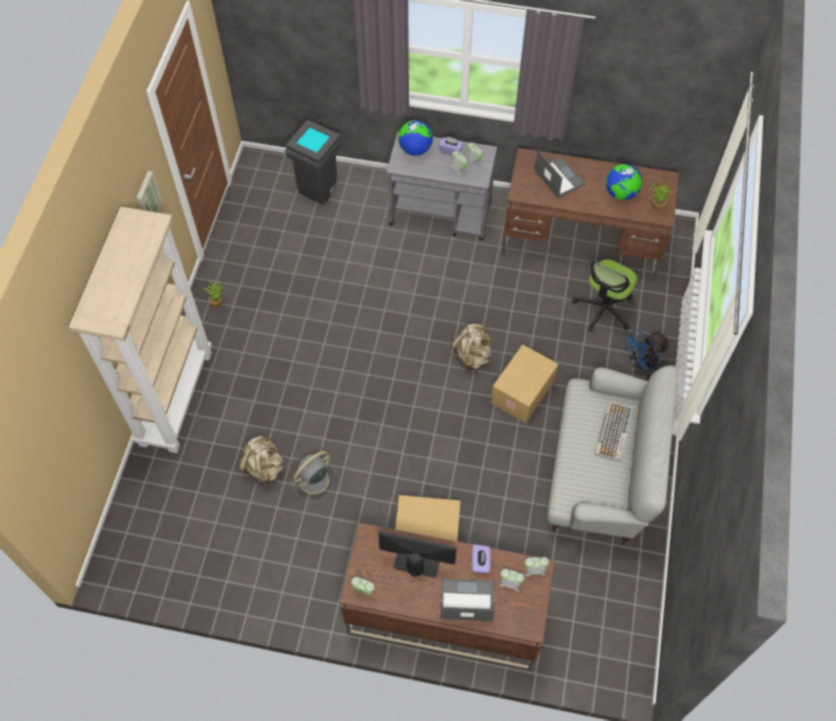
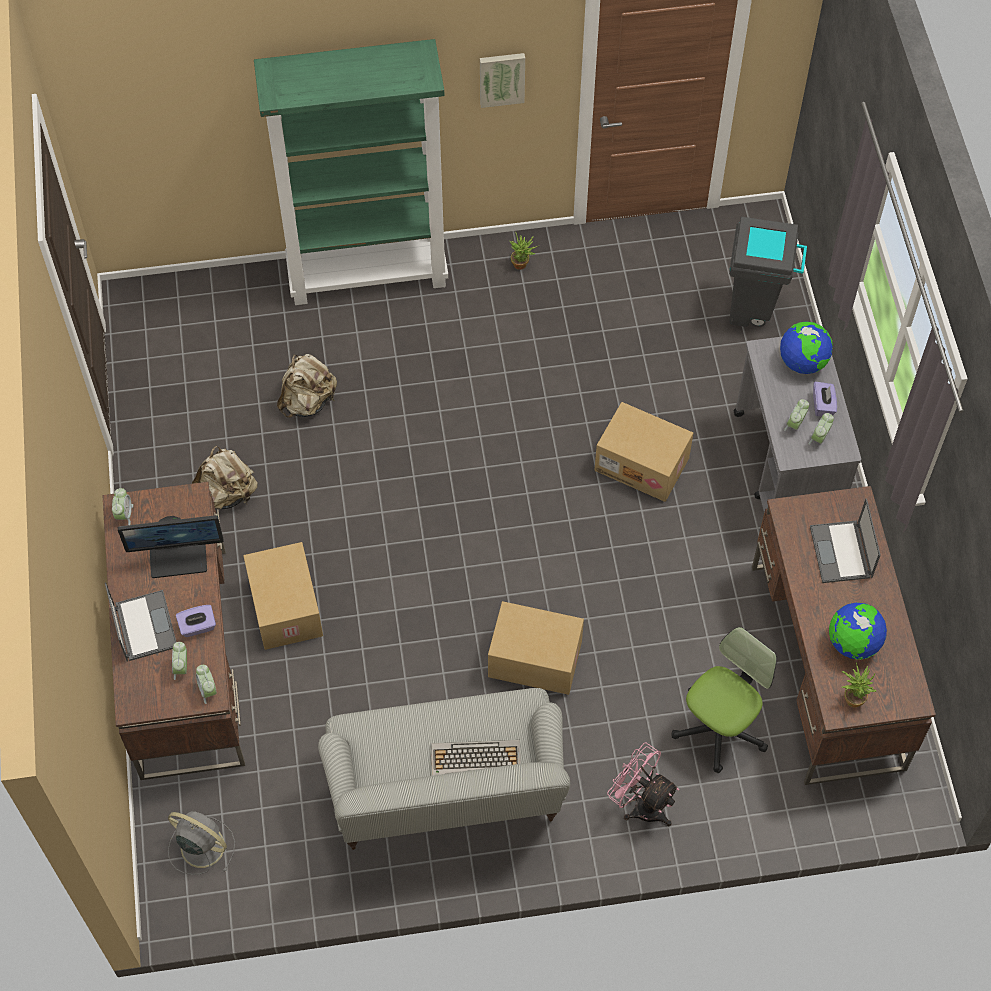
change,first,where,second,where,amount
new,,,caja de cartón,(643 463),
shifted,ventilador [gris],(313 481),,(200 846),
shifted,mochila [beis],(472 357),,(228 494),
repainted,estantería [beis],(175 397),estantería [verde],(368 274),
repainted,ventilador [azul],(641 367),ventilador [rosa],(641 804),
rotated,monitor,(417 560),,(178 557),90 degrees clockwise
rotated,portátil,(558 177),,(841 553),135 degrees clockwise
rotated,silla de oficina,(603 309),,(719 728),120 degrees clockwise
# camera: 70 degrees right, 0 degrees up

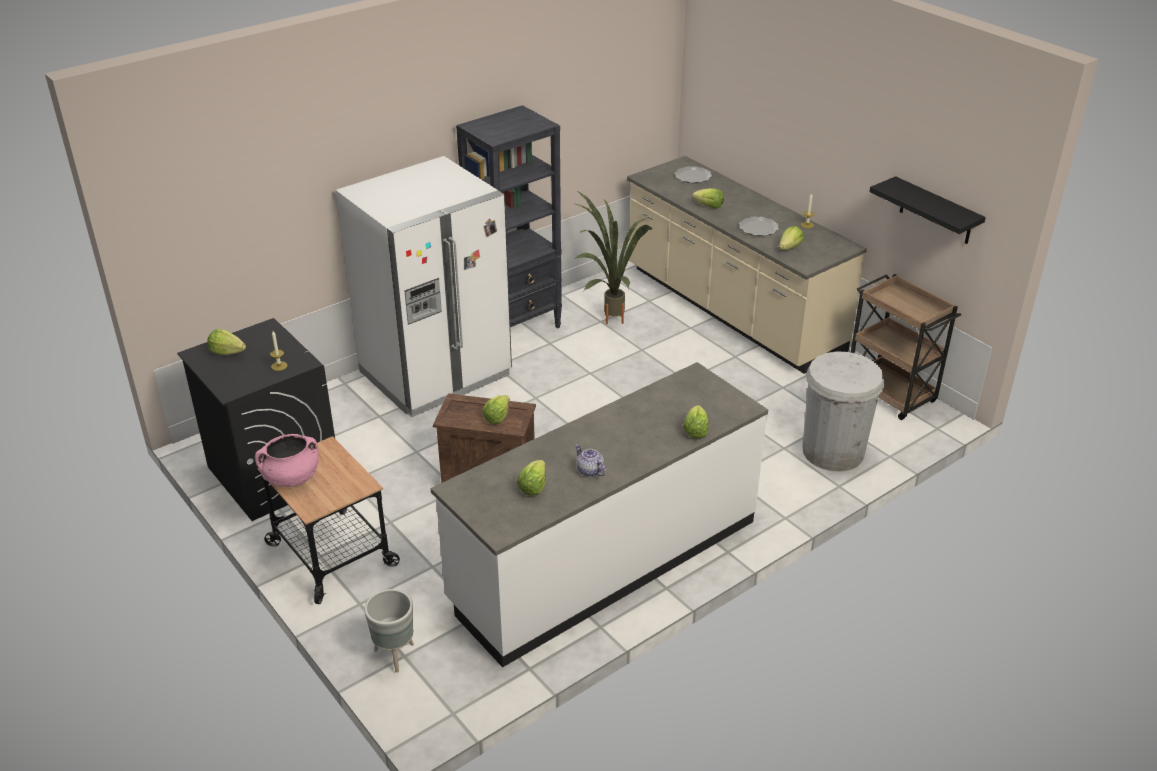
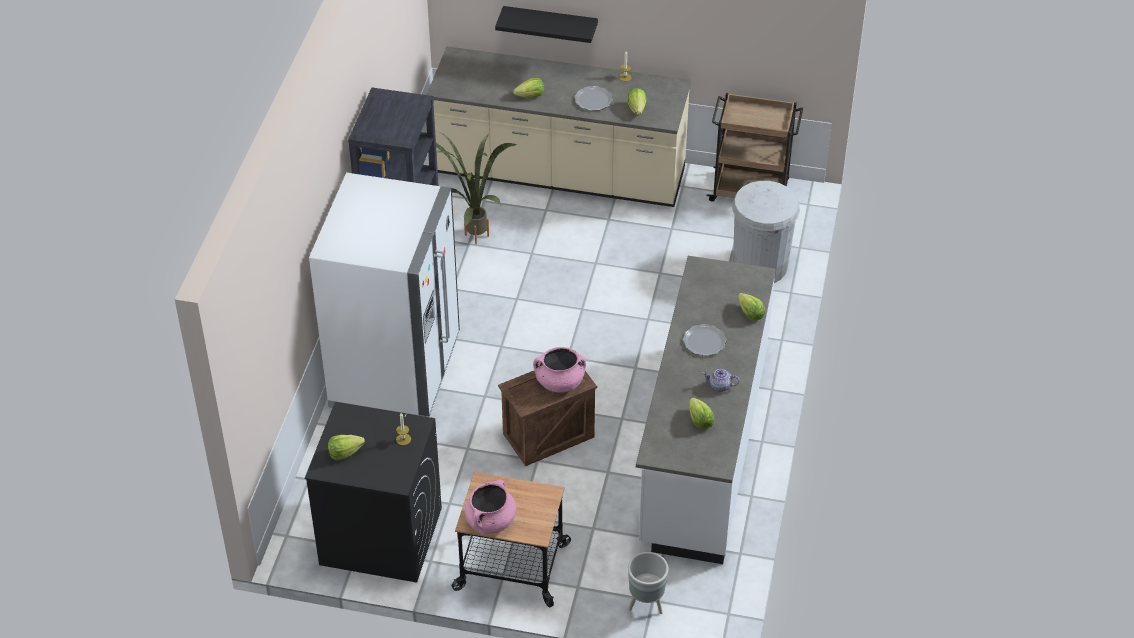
change,first,where,second,where,amount
shifted,plato,(693 177),,(704 342),
shifted,estante [negro],(936 211),,(550 24),
swapped,lechuga,(497 417),olla [rosa],(560 382),
# camera: 40 degrees left, 10 degrees up

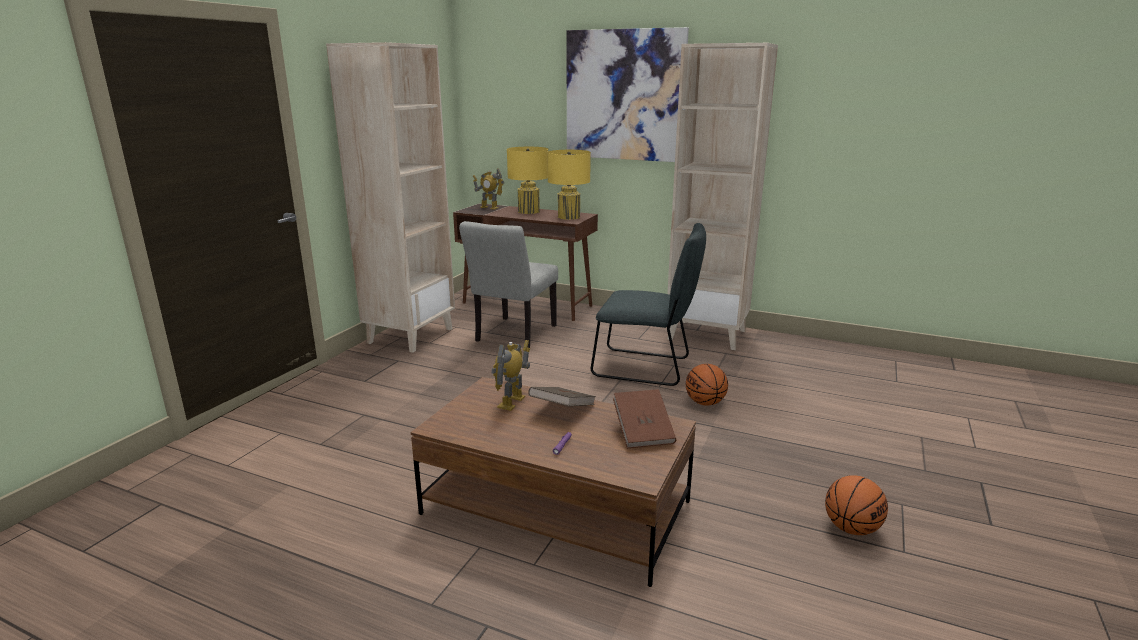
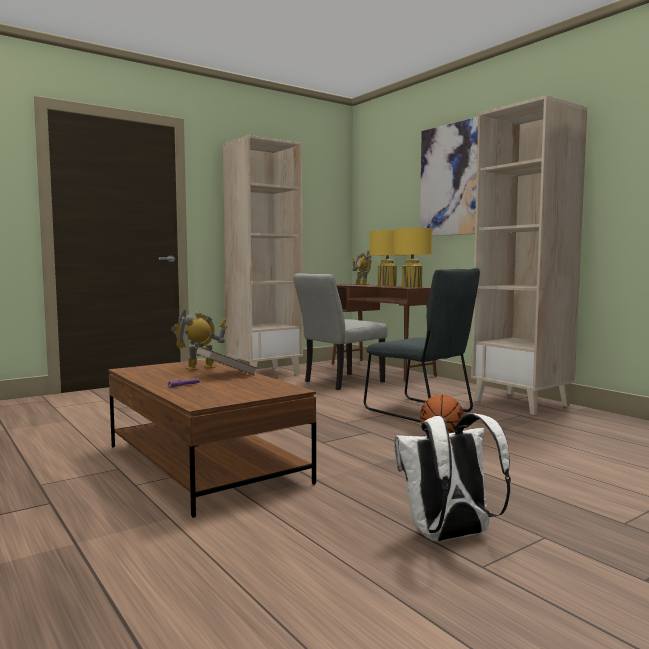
change,first,where,second,where,amount
gone,libro [marrón],(643 432),,,
swapped,balón de baloncesto,(851 528),mochila [blanco],(449 537),
# camera: 30 degrees right, 15 degrees down

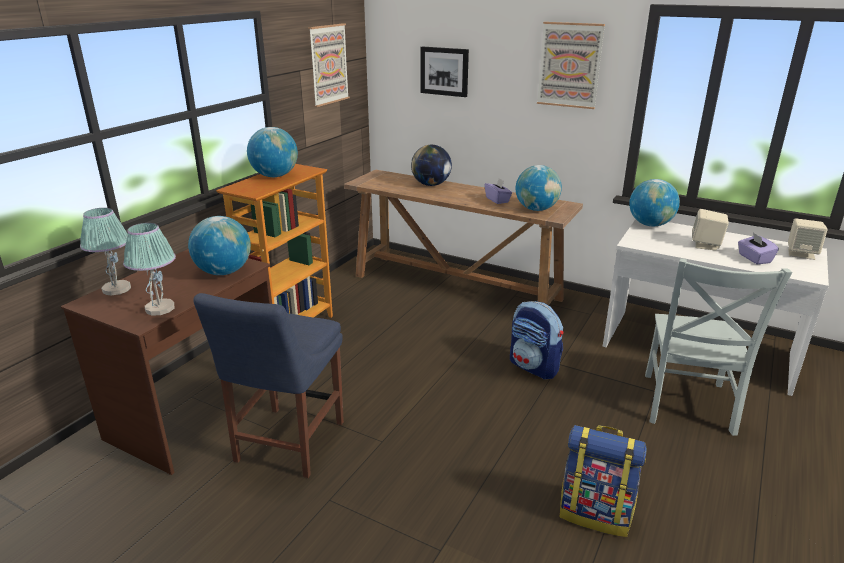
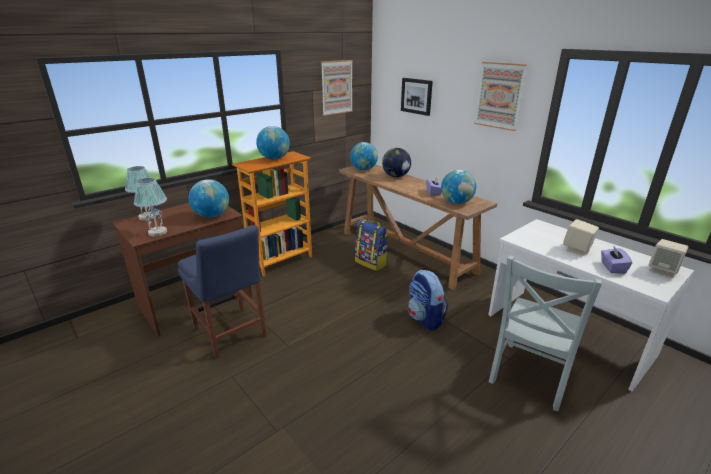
change,first,where,second,where,amount
shifted,mochila,(596 513),,(371 263),
shifted,globo terráqueo,(650 224),,(364 169),
rotated,silla [azul],(286 445),,(231 334),75 degrees counterclockwise
# camera: 20 degrees right, 0 degrees up

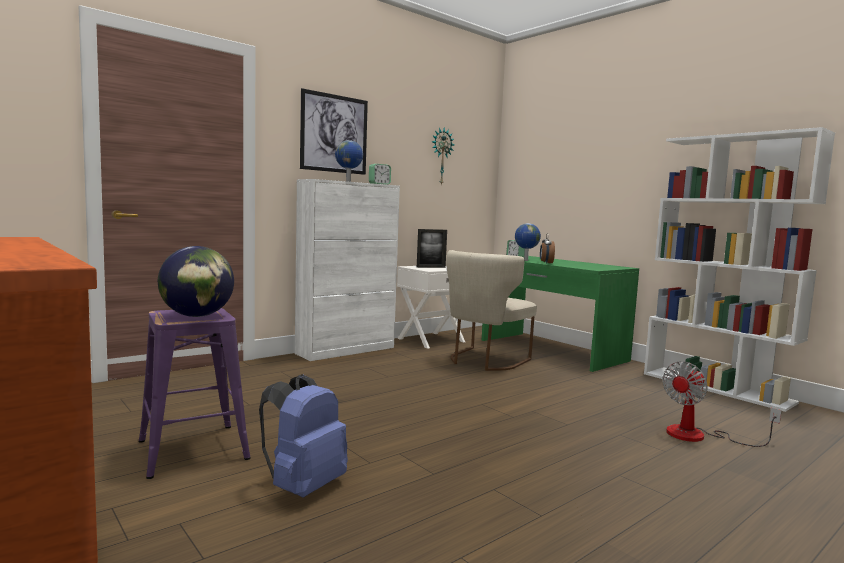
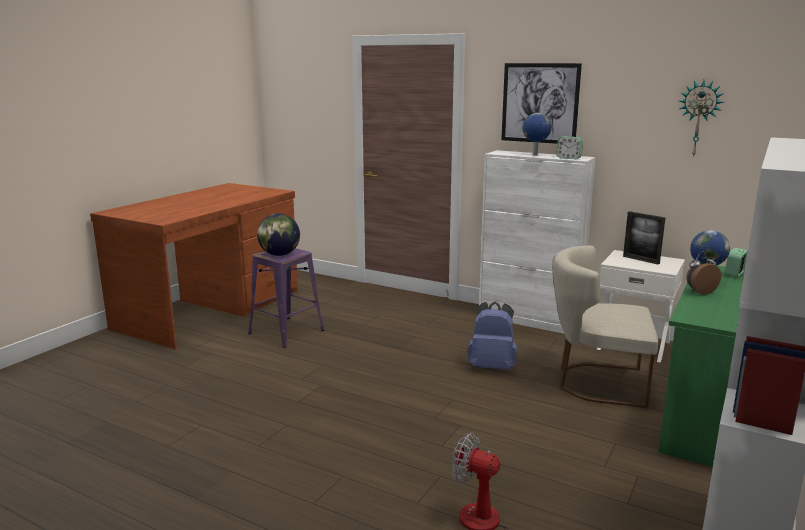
change,first,where,second,where,amount
shifted,mochila [azul],(303 487),,(492 367),
# camera: 70 degrees right, 10 degrees up

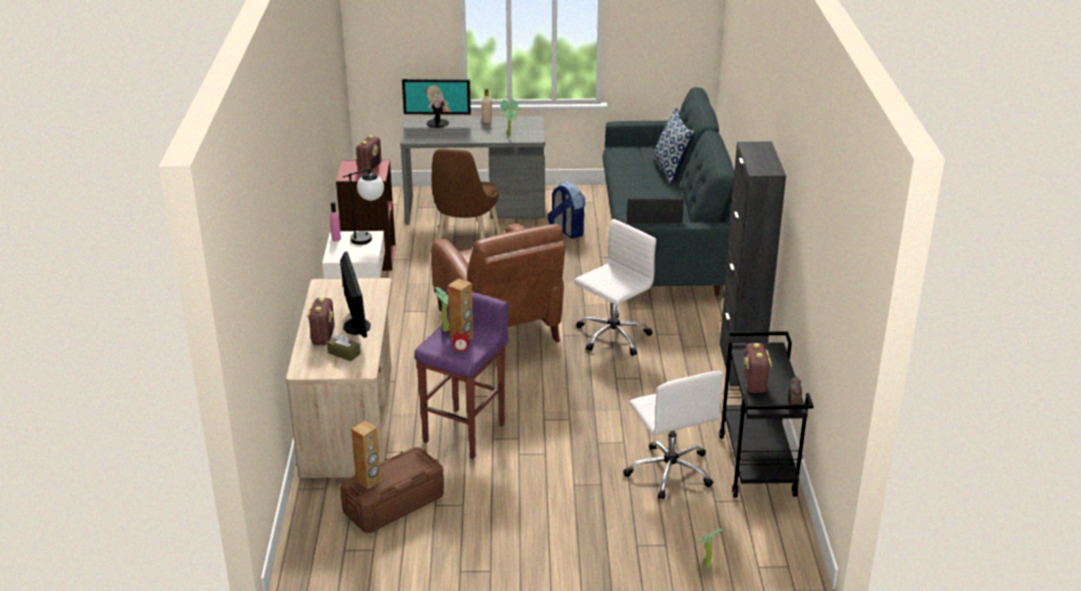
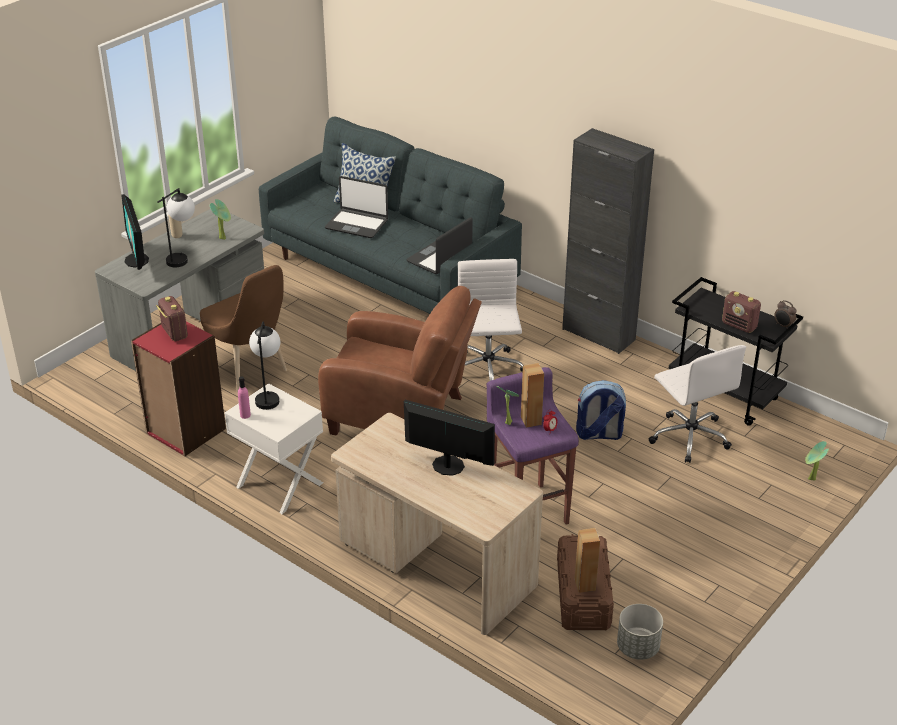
change,first,where,second,where,amount
gone,radio,(323 336),,,
gone,caja de pañuelos [marrón],(344 353),,,
new,,,lámpara de mesa,(182 257),
new,,,portátil,(357 224),
new,,,maceta [gris],(638 648),
shifted,mochila,(566 231),,(599 434),
rotated,monitor,(438 123),,(137 260),120 degrees clockwise
rotated,silla de oficina [blanco],(669 471),,(689 436),45 degrees clockwise
# camera: 50 degrees left, 5 degrees up

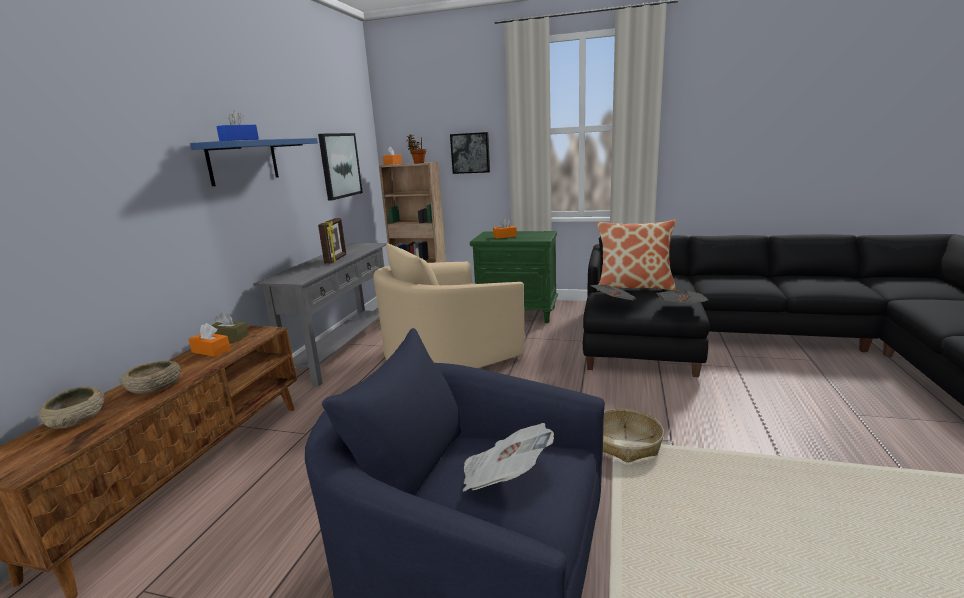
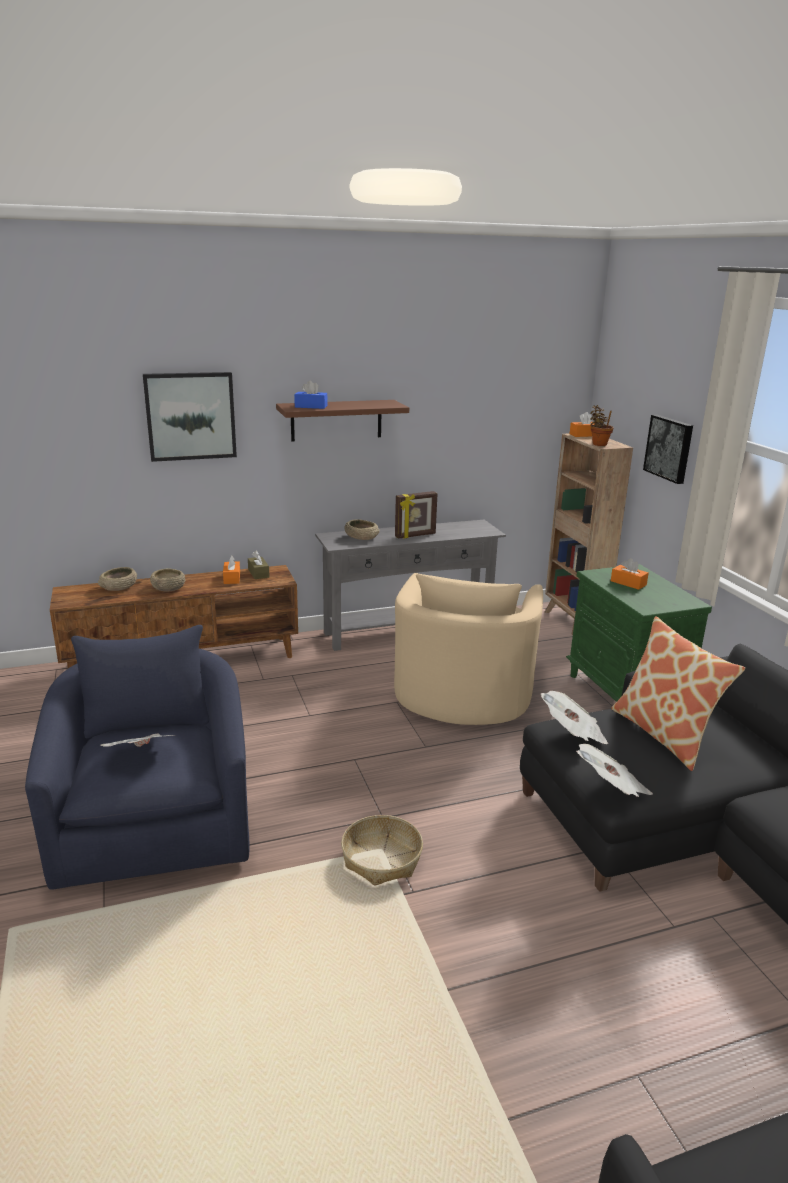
change,first,where,second,where,amount
new,,,cuenco [beis],(361 537),
shifted,cuadro,(339 165),,(190 416),
repainted,estante [azul],(243 161),estante [marrón],(336 420),
rotated,sillón [beis],(448 353),,(463 688),105 degrees counterclockwise
# camera: 55 degrees right, 5 degrees up

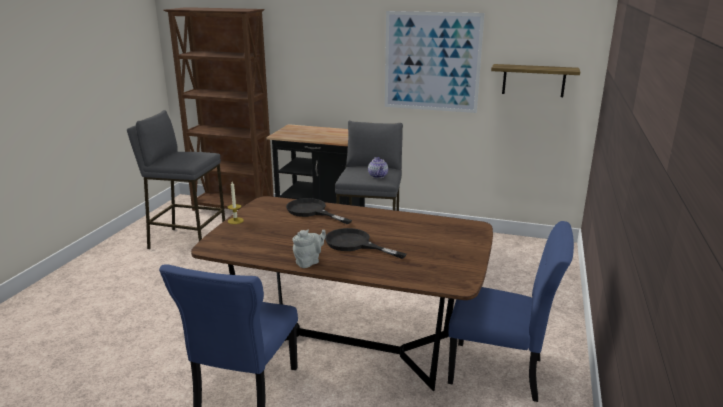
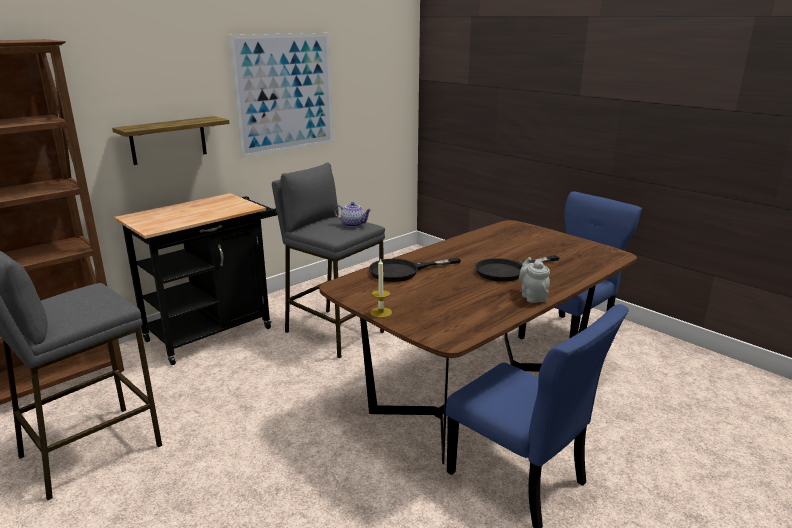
change,first,where,second,where,amount
shifted,estante,(533 80),,(168 140),
# camera: 60 degrees left, 0 degrees up

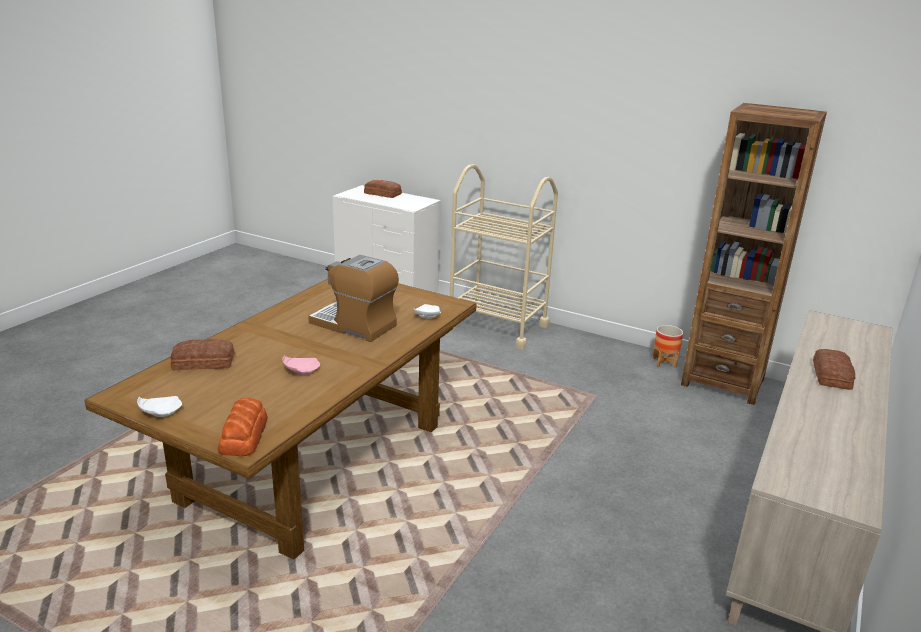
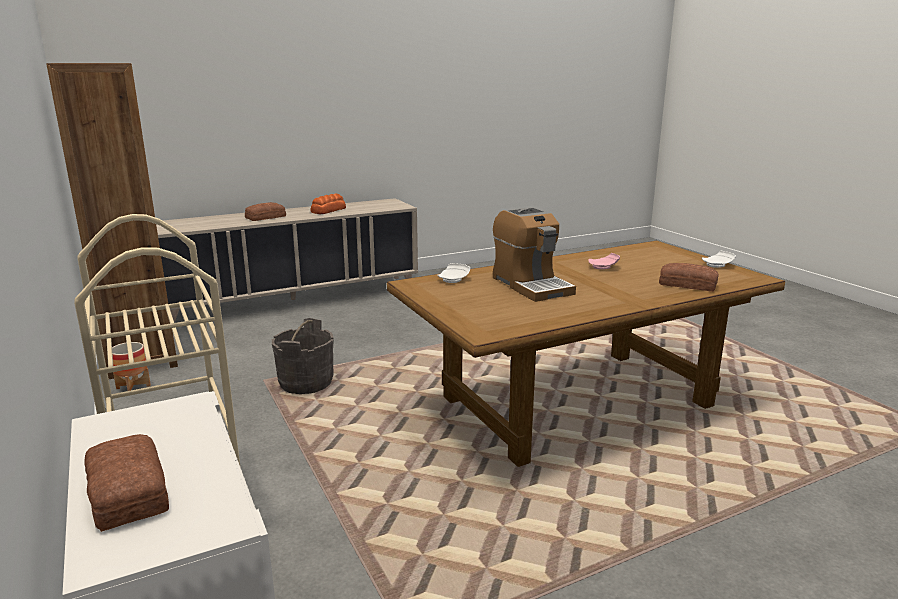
change,first,where,second,where,amount
new,,,cubo [gris],(306 383),
shifted,pan,(244 435),,(328 210),
# camera: 145 degrees left, 5 degrees down

